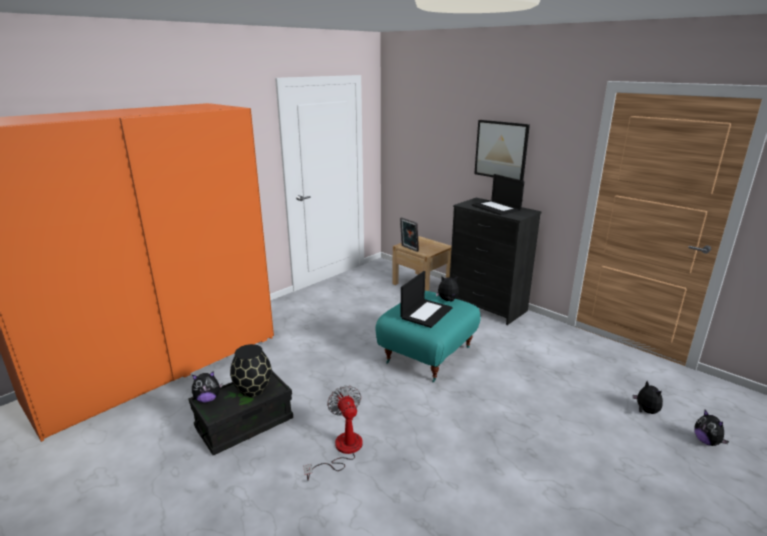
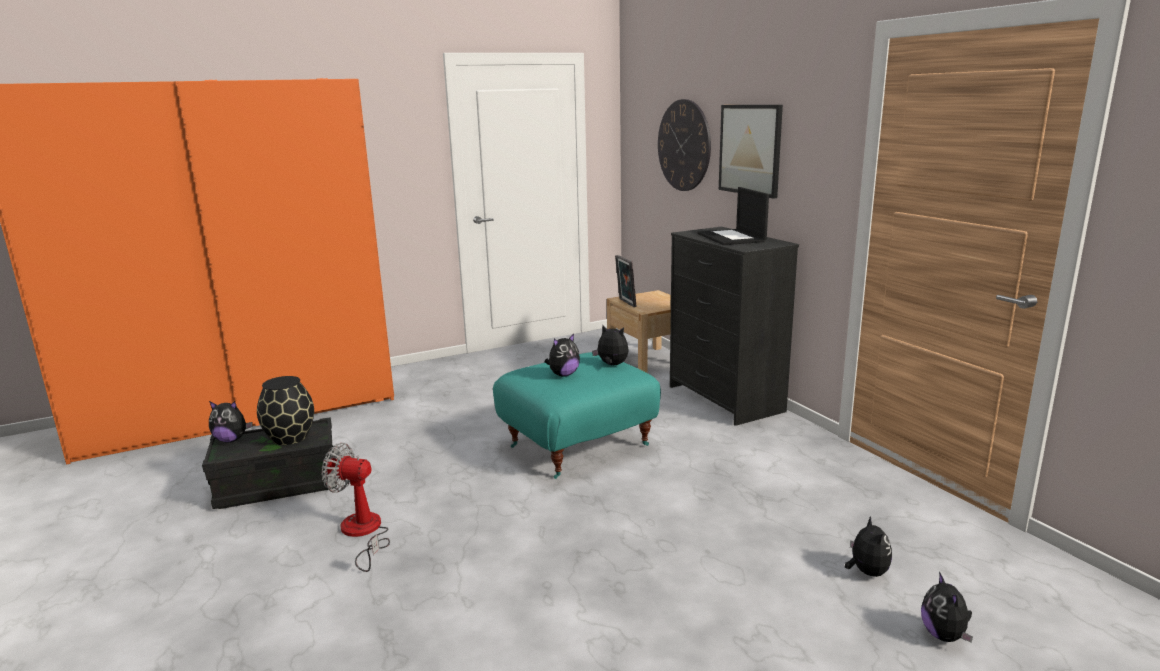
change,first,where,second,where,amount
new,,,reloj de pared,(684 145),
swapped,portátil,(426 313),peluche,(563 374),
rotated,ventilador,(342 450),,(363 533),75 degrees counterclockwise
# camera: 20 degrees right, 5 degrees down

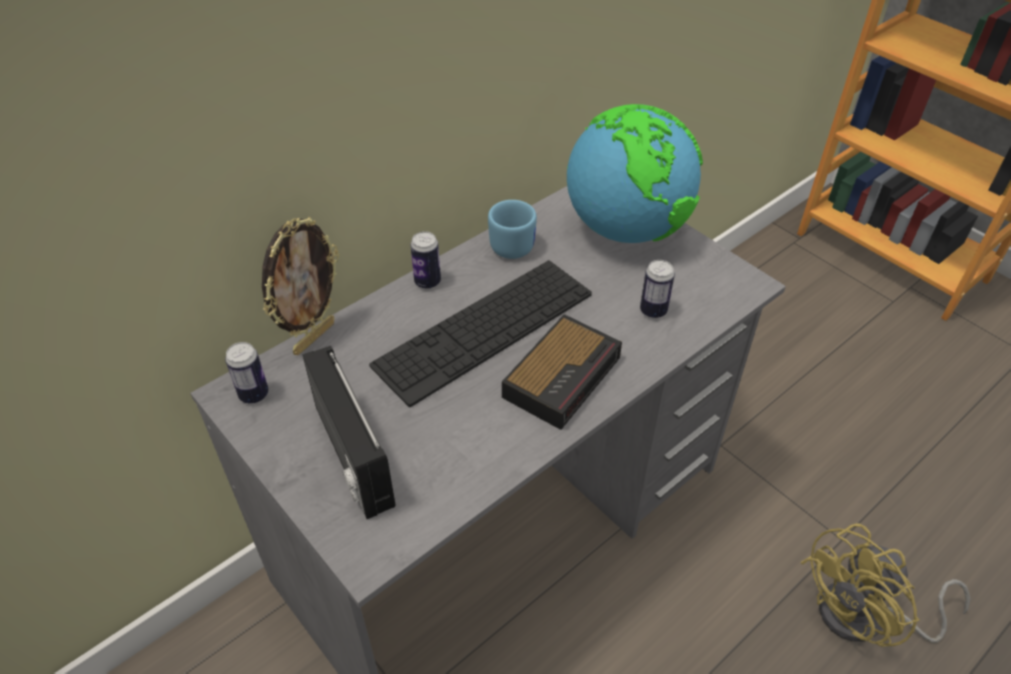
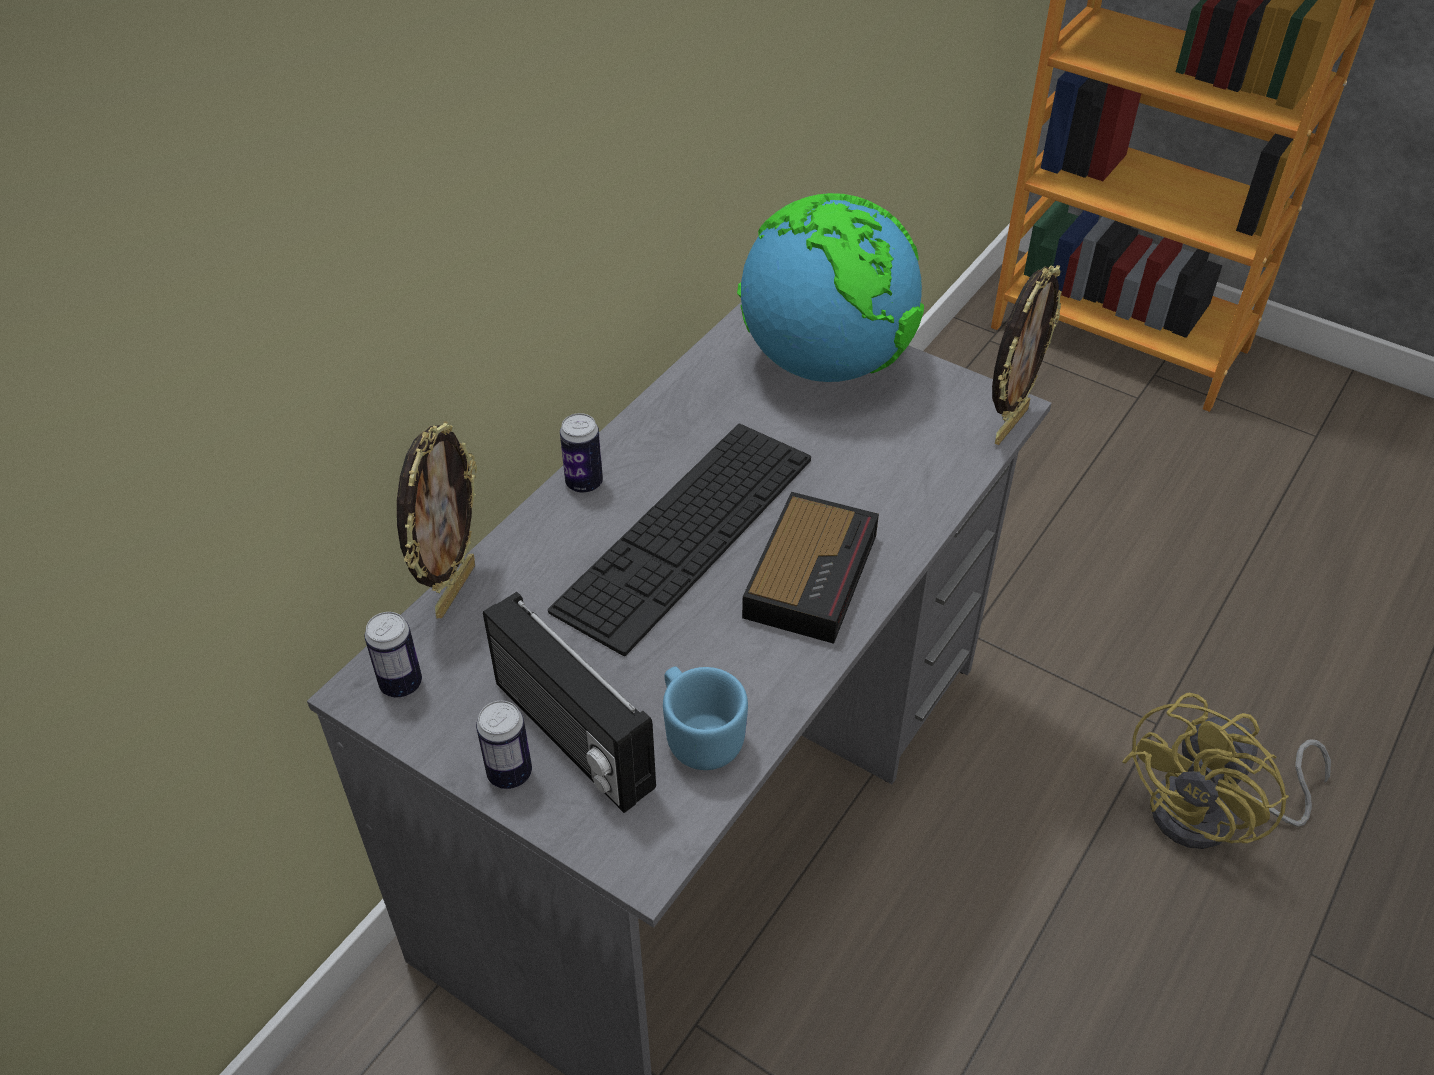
change,first,where,second,where,amount
new,,,portarretratos,(1009 424),
shifted,taza grande [azul],(510 243),,(699 734),
shifted,lata,(653 311),,(509 773),
# camera: 15 degrees left, 0 degrees up

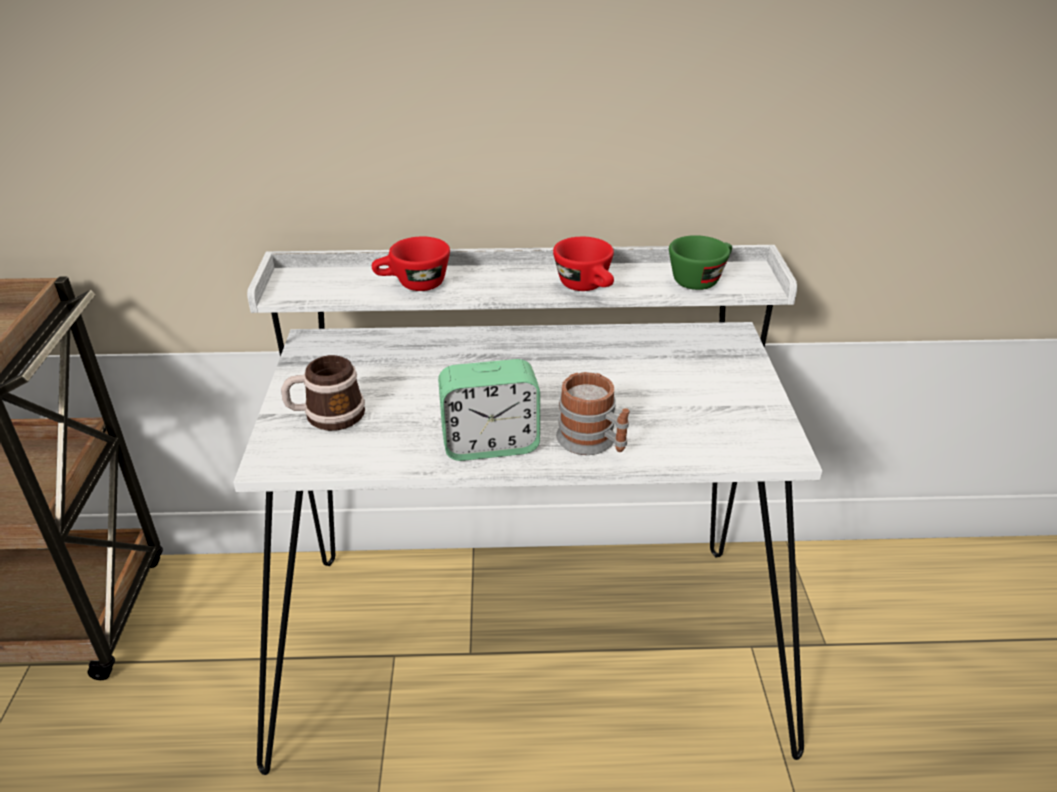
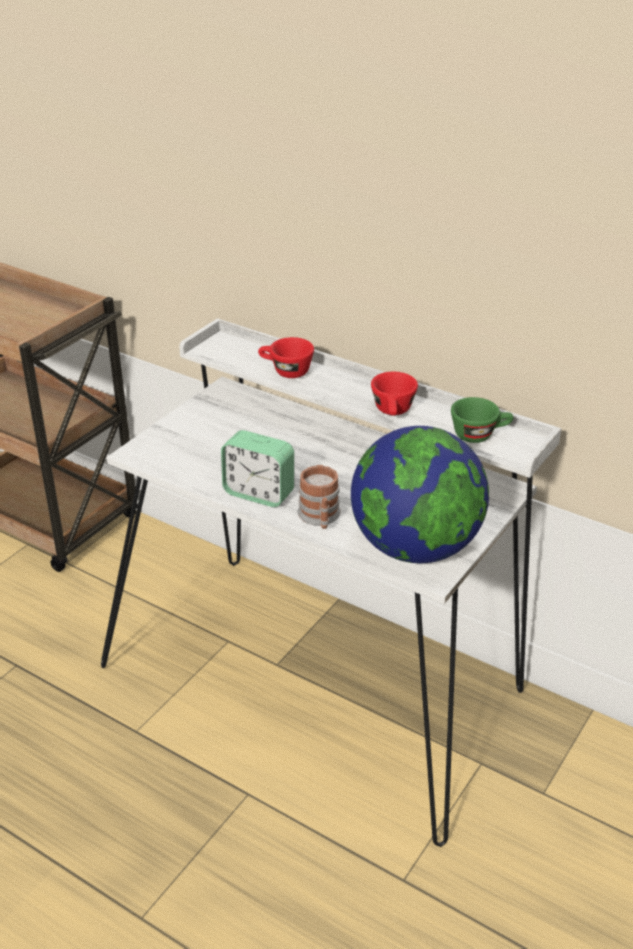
change,first,where,second,where,amount
gone,taza grande,(326 416),,,
new,,,globo terráqueo,(415 547),
# camera: 35 degrees right, 0 degrees up

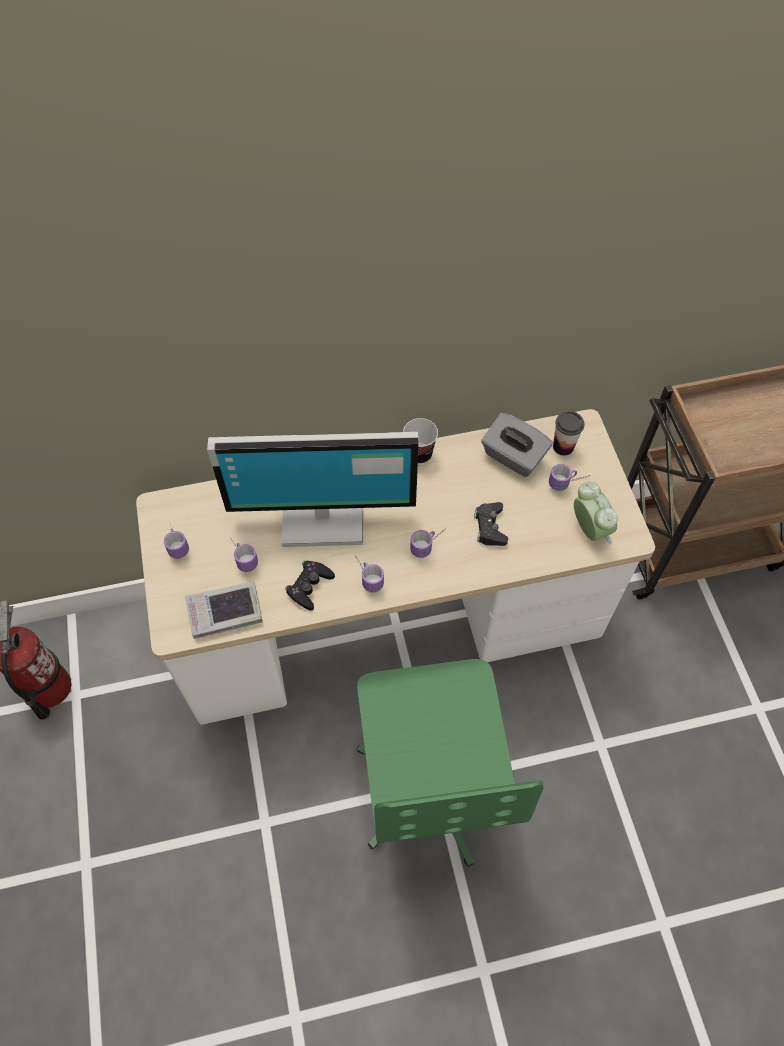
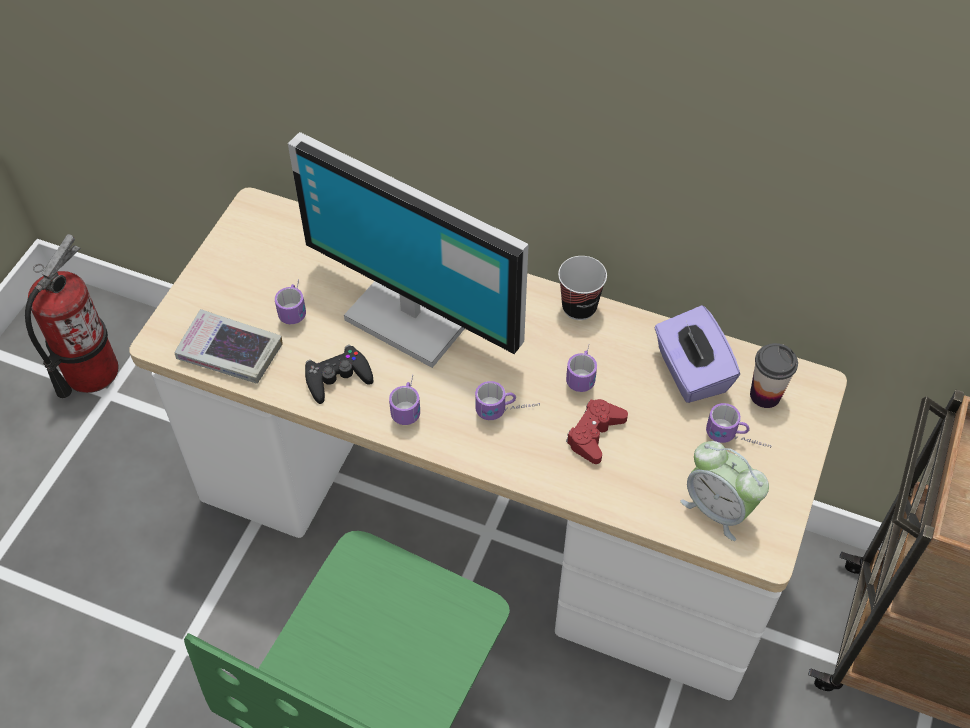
change,first,where,second,where,amount
shifted,taza grande,(176 542),,(583 371),
repainted,mando de consola [negro],(490 527),mando de consola [rojo],(594 434),
repainted,caja de pañuelos [gris],(513 457),caja de pañuelos [morado],(690 372),
rotated,despertador,(589 529),,(718 509),120 degrees clockwise
# camera: 35 degrees right, 5 degrees down

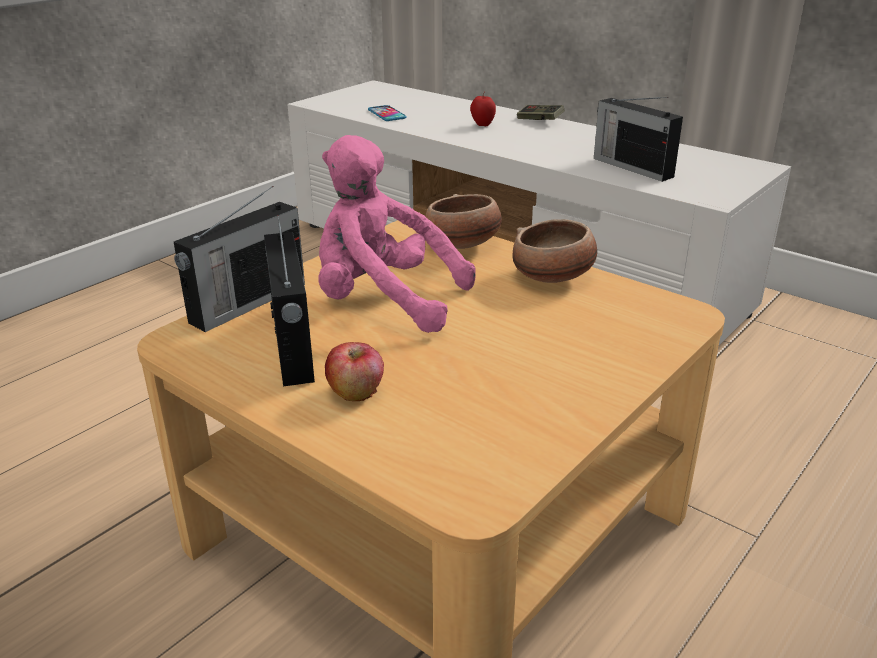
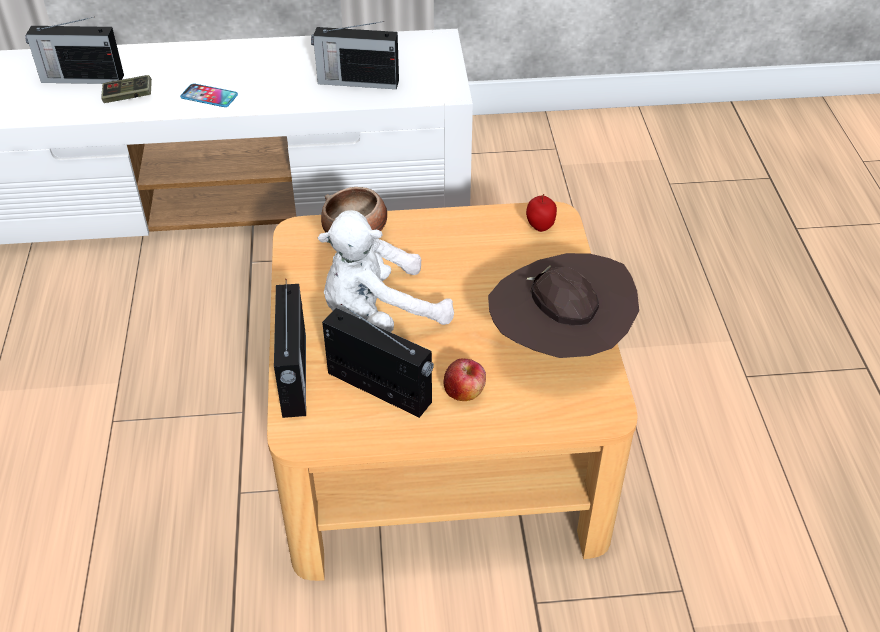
change,first,where,second,where,amount
gone,cuenco,(553 277),,,
new,,,radio,(81 78),
new,,,sombrero [marrón],(559 345),
shifted,móvil,(386 114),,(209 96),
shifted,manzana,(482 125),,(540 227),
shifted,mando de consola,(539 120),,(128 97),
repainted,peluche [rosa],(384 302),peluche [blanco],(379 316),
# camera: 45 degrees left, 15 degrees up

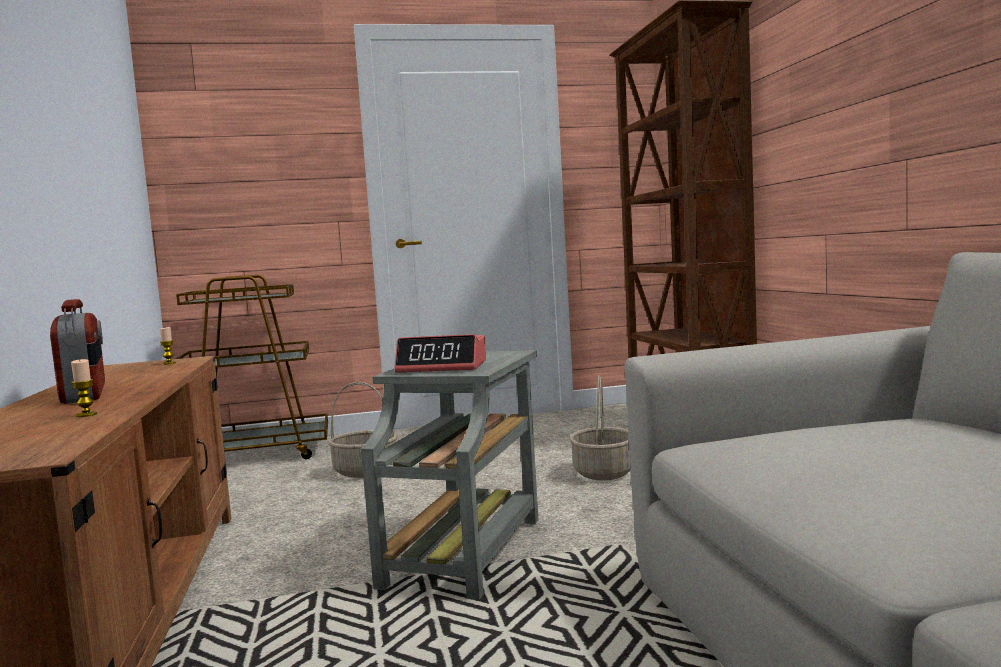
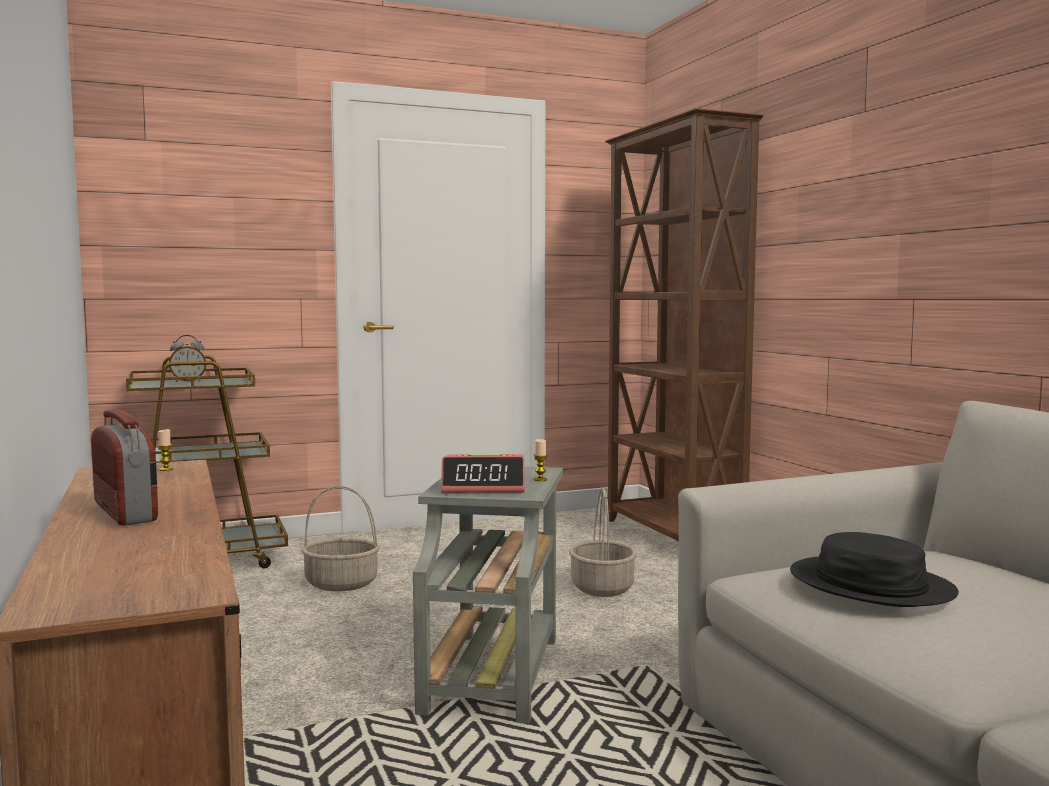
change,first,where,second,where,amount
new,,,despertador,(188 381),
new,,,sombrero [negro],(870 585),
shifted,vela,(86 415),,(540 479),
# camera: 10 degrees left, 0 degrees up

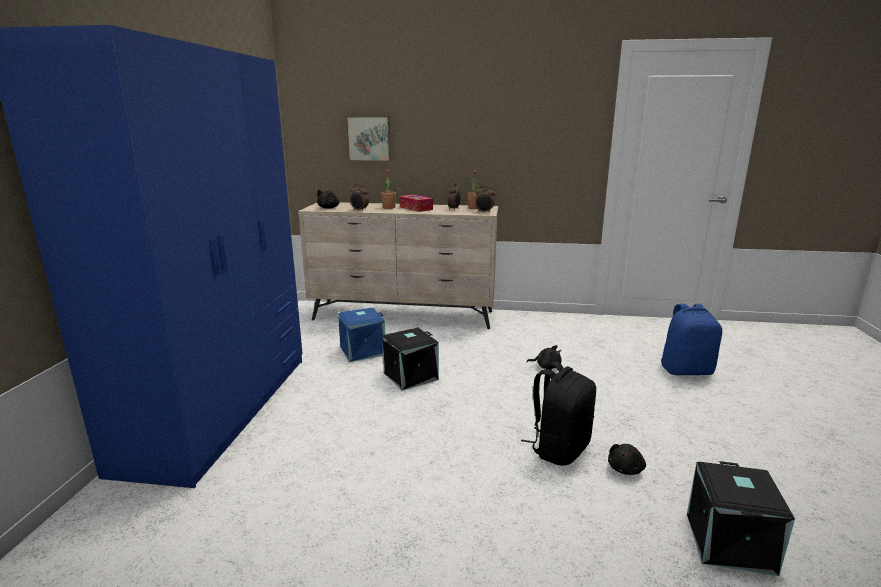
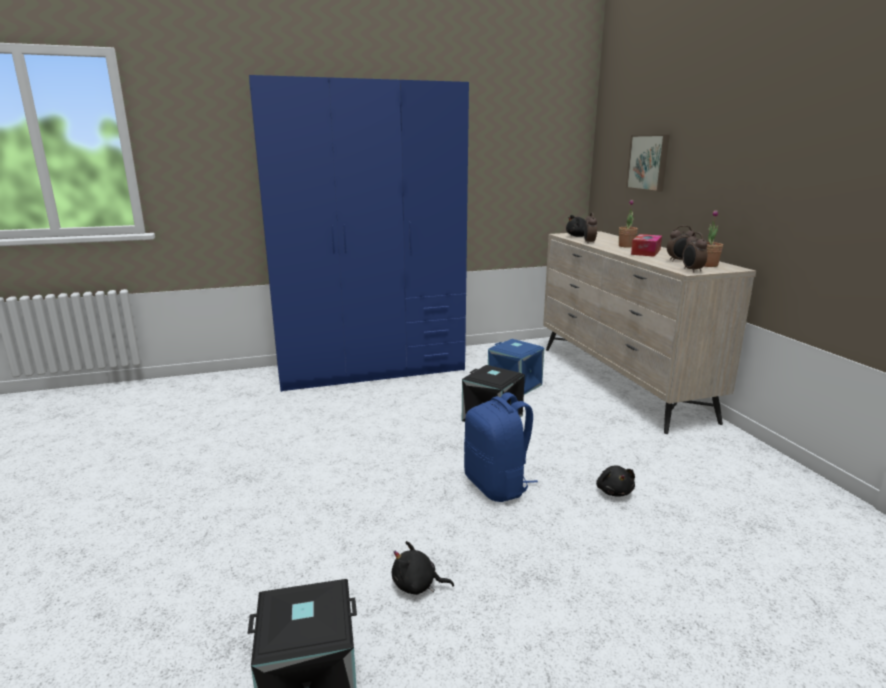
change,first,where,second,where,amount
gone,mochila [negro],(559 448),,,
shifted,mochila [azul],(686 370),,(497 486),
# camera: 65 degrees right, 0 degrees up

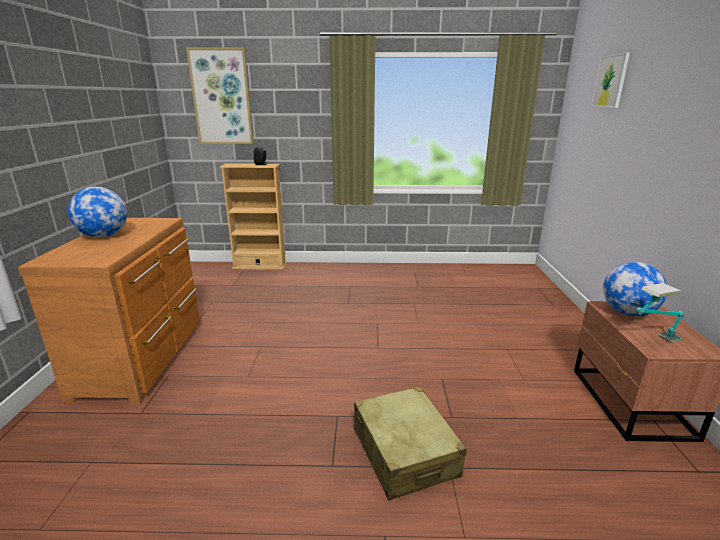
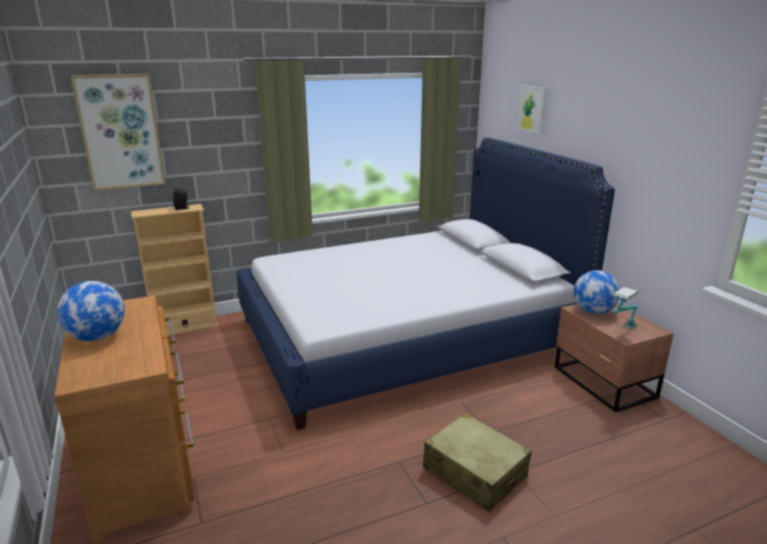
change,first,where,second,where,amount
new,,,cama,(406 335),
# camera: 25 degrees left, 0 degrees up

